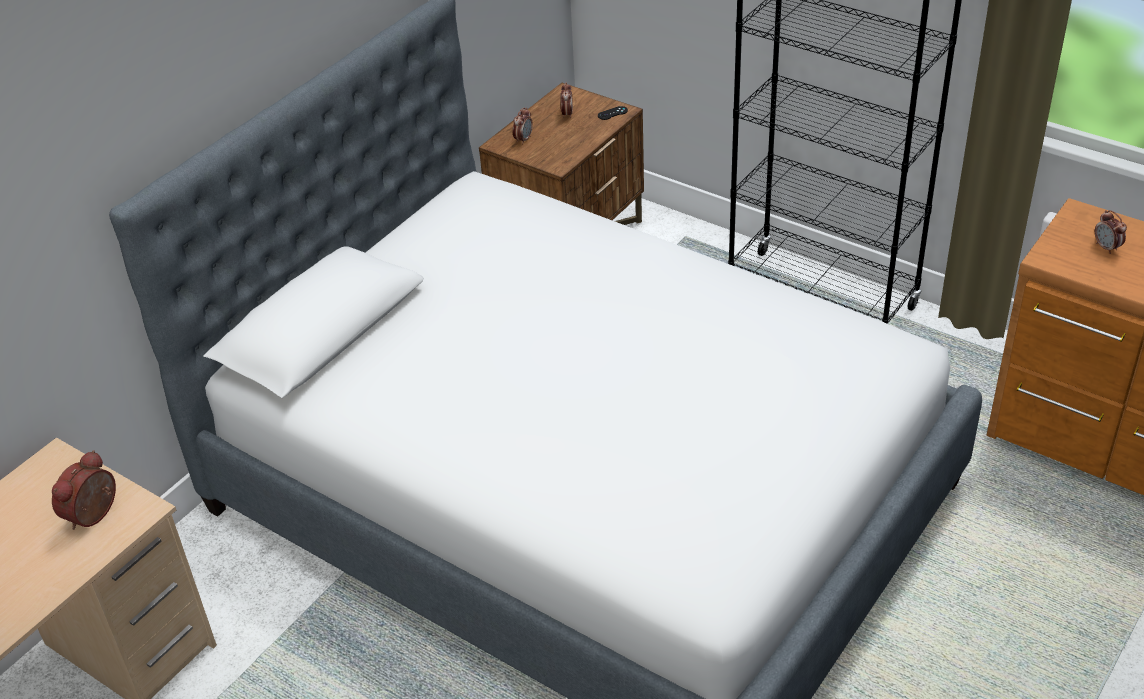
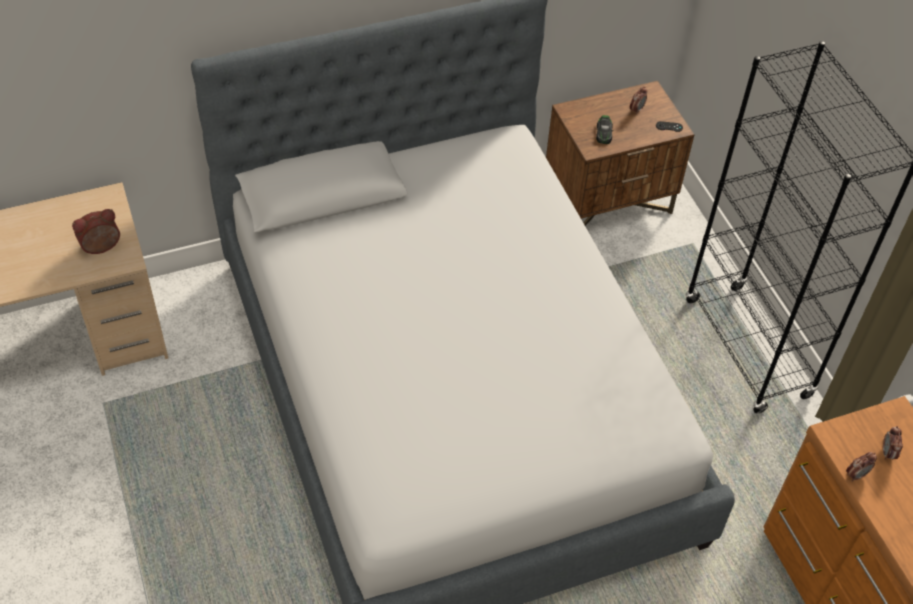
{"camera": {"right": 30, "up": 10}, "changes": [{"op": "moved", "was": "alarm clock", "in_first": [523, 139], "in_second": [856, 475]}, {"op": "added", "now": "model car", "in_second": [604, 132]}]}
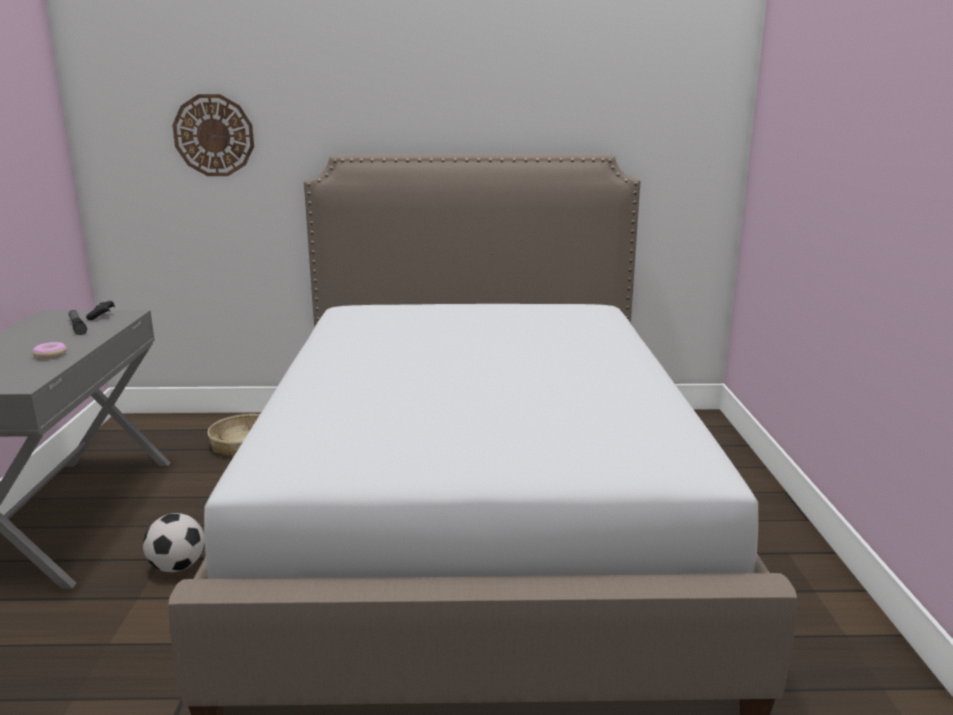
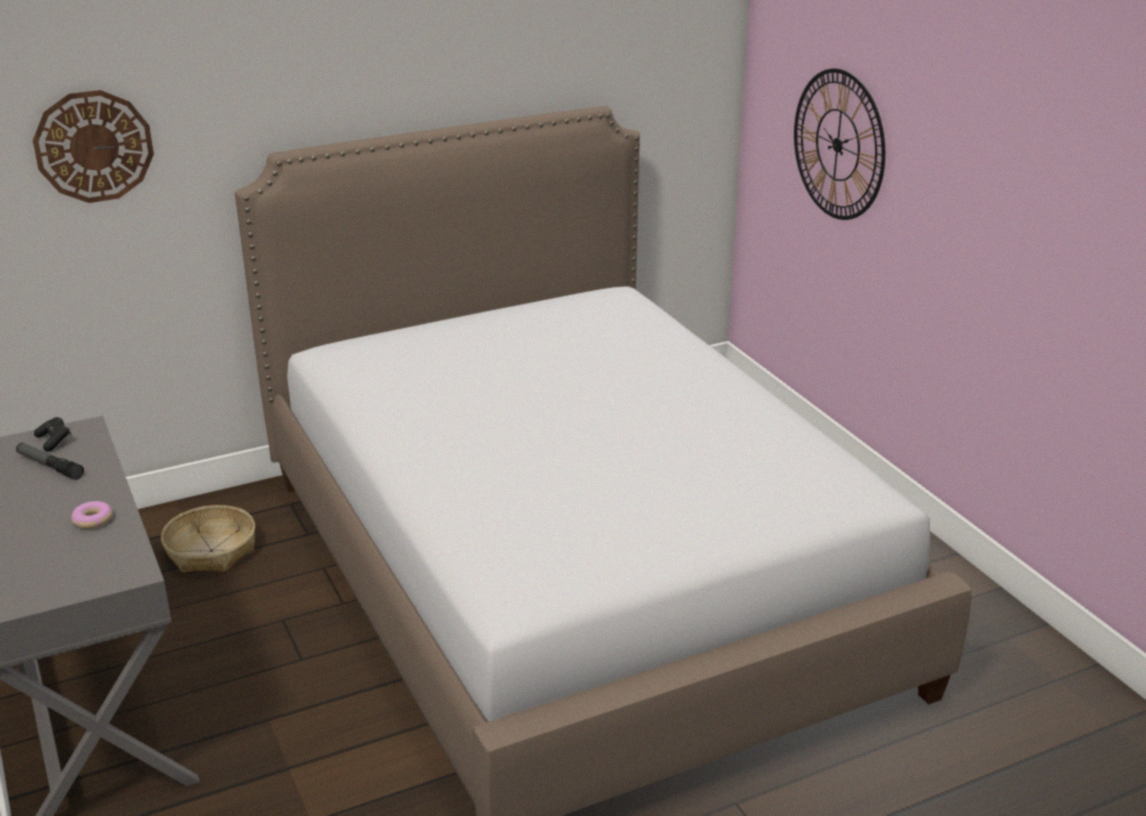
{"camera": {"right": -25, "up": 10}, "changes": [{"op": "removed", "was": "ball for football", "in_first": [177, 567]}, {"op": "added", "now": "hanging clock", "in_second": [838, 145]}]}
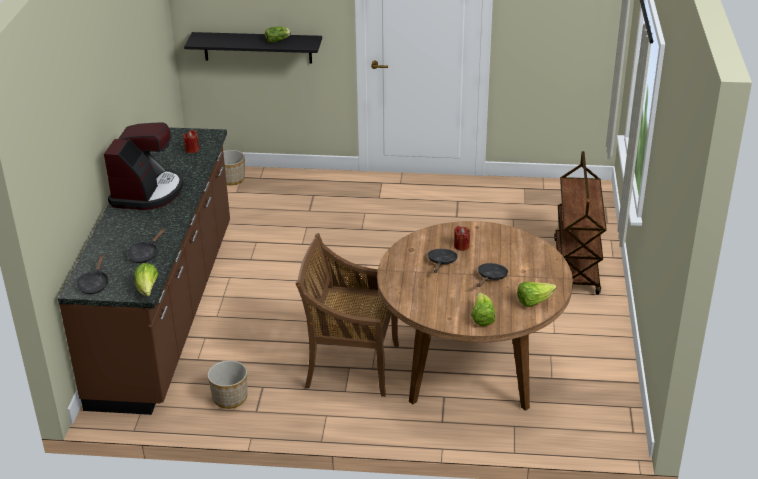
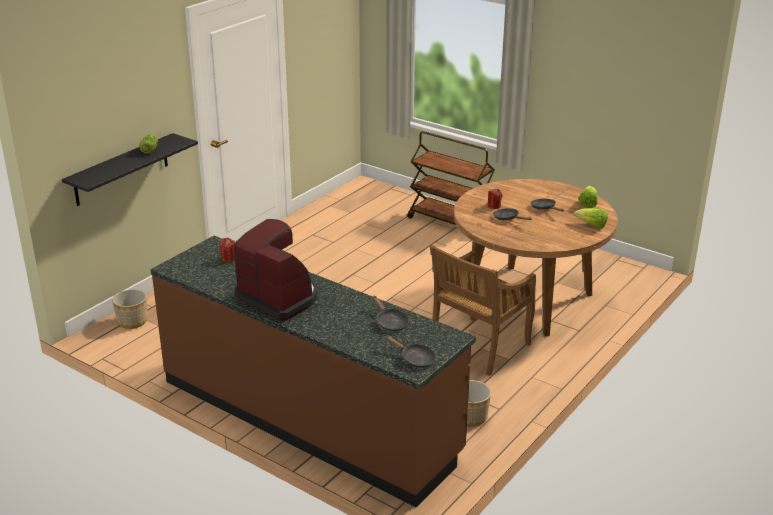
{"camera": {"right": -60, "up": -5}, "changes": [{"op": "removed", "was": "lettuce head", "in_first": [147, 290]}]}
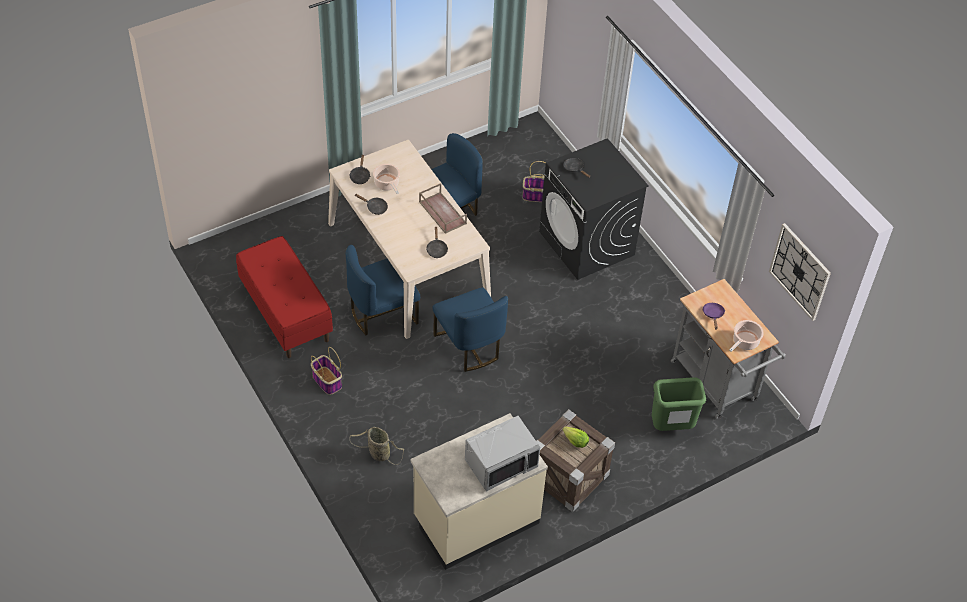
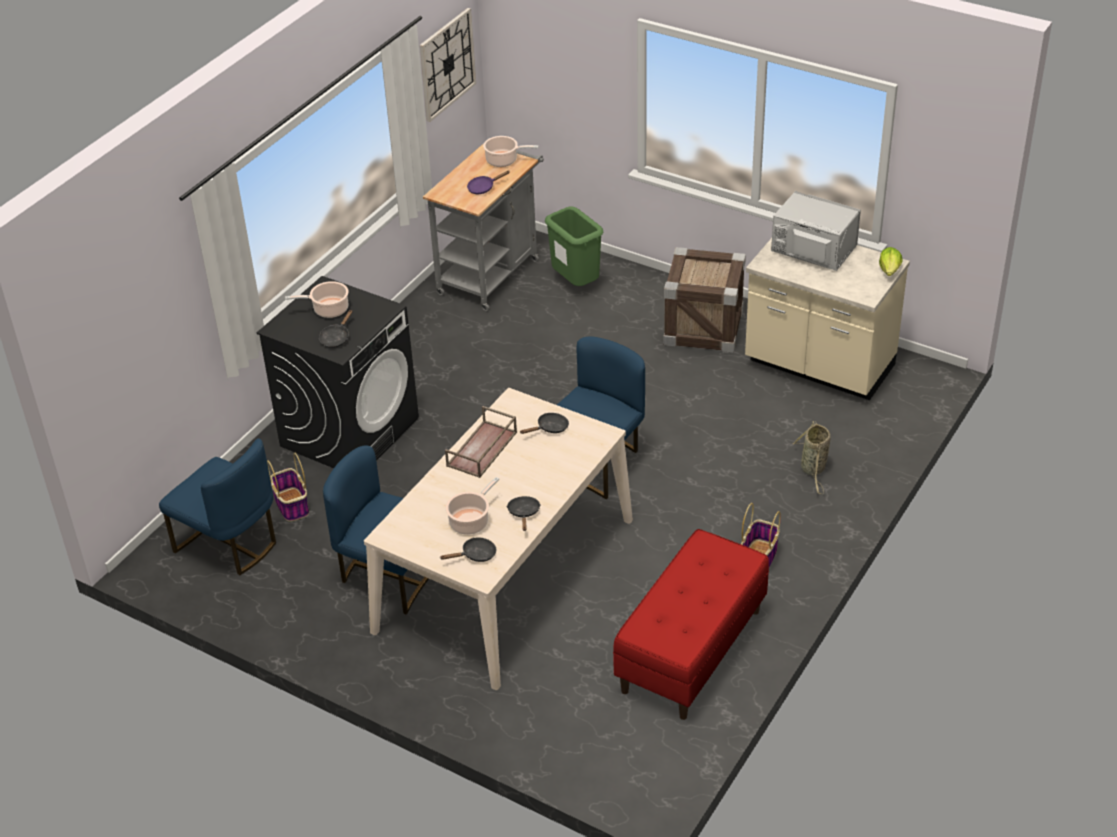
{"camera": {"right": -115, "up": -10}, "changes": [{"op": "moved", "was": "chair in bluish", "in_first": [382, 313], "in_second": [229, 544]}, {"op": "moved", "was": "lettuce head", "in_first": [575, 441], "in_second": [889, 270]}, {"op": "added", "now": "stockpot", "in_second": [328, 309]}]}
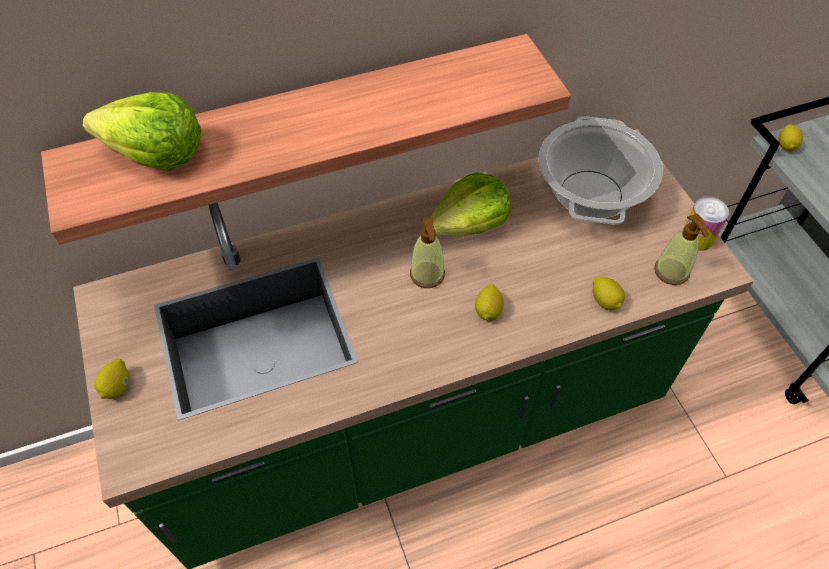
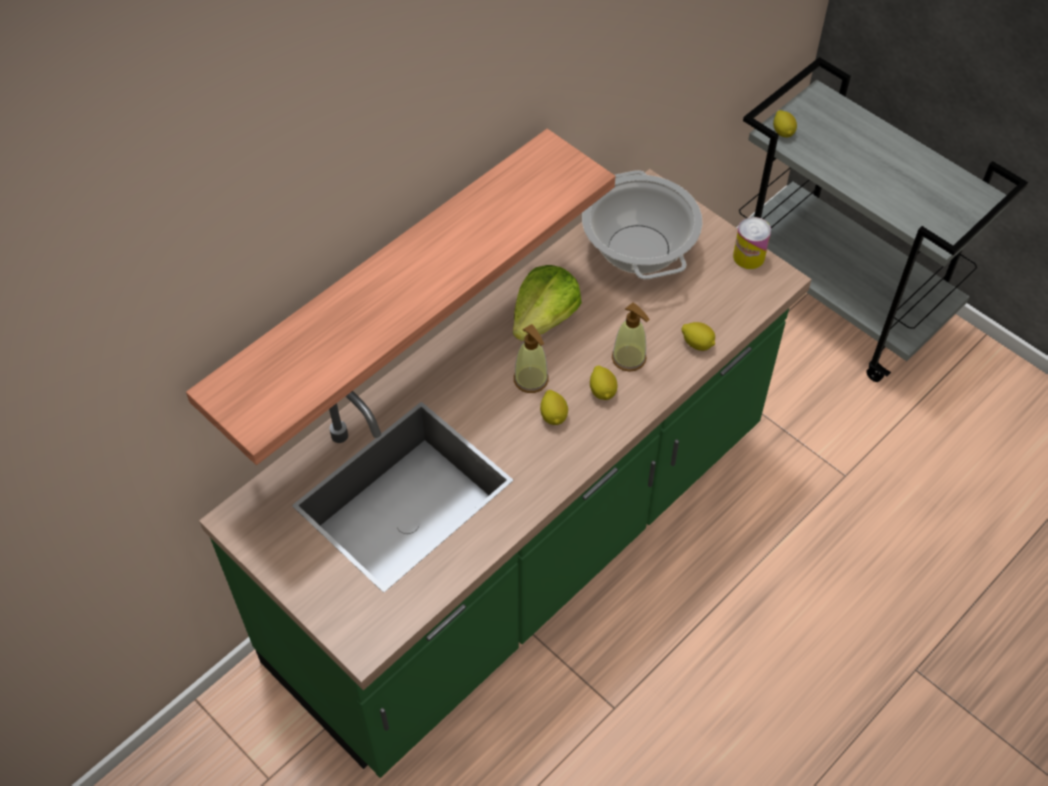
{"camera": {"right": -25, "up": 0}, "changes": [{"op": "removed", "was": "lettuce head", "in_first": [156, 155]}, {"op": "moved", "was": "soap dispenser", "in_first": [671, 272], "in_second": [629, 358]}, {"op": "moved", "was": "citrus fruit", "in_first": [117, 387], "in_second": [553, 416]}]}
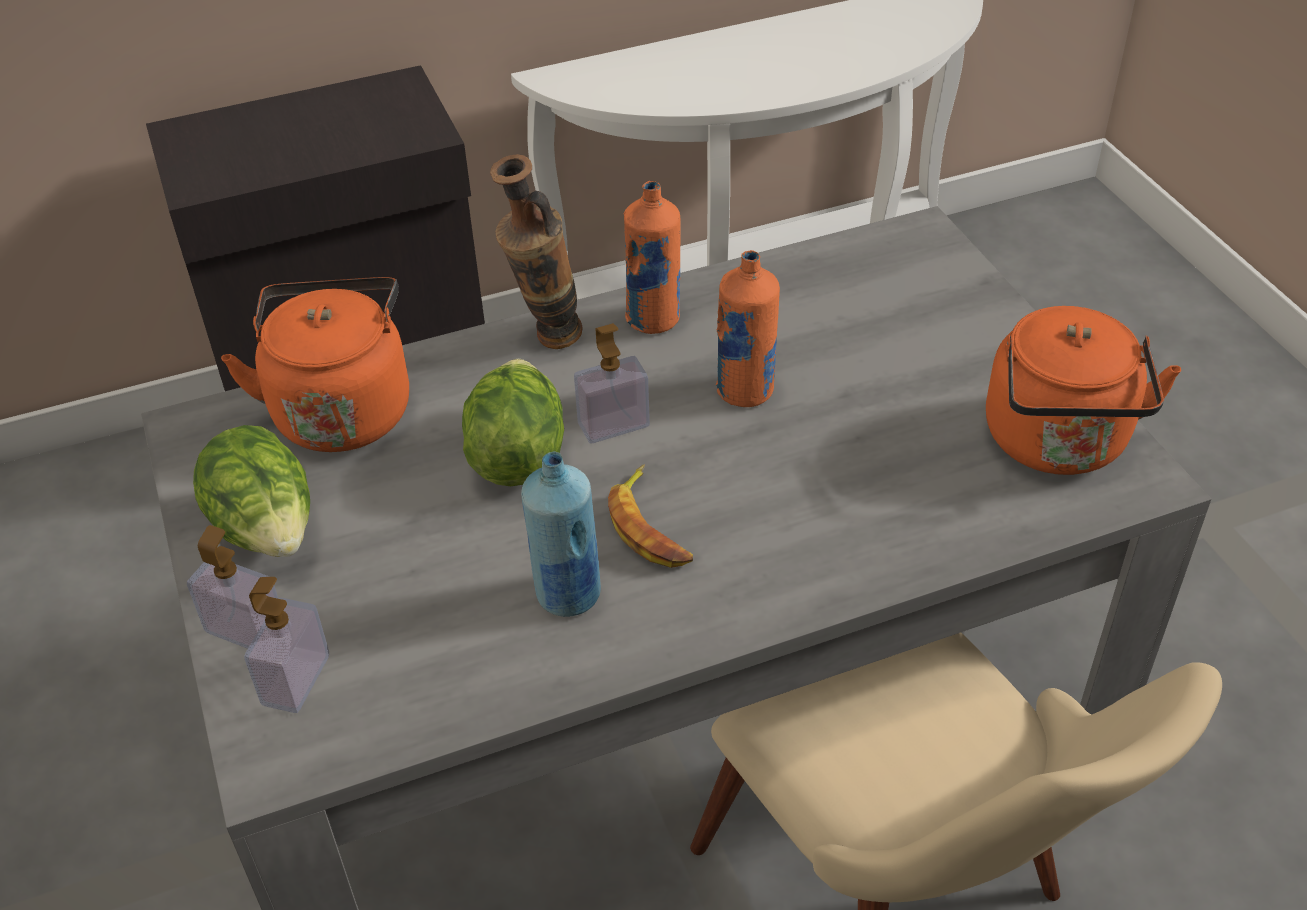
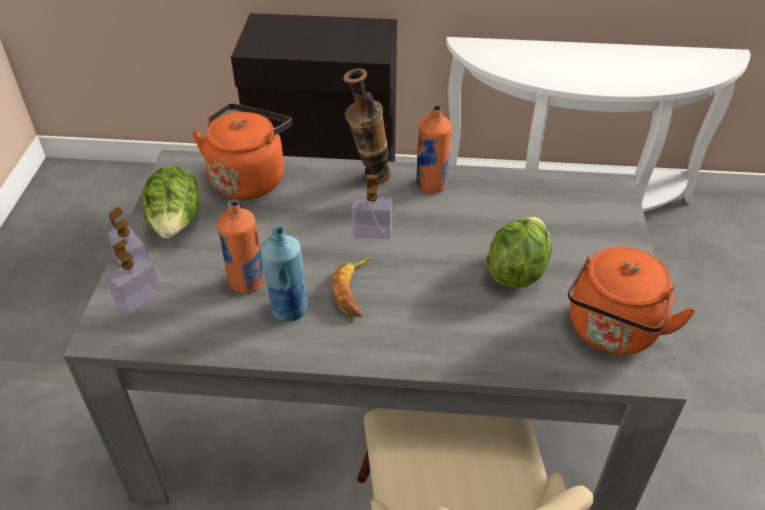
{"camera": {"right": 25, "up": 0}, "changes": [{"op": "moved", "was": "beverage bottle in orange-coloured", "in_first": [745, 392], "in_second": [246, 282]}, {"op": "moved", "was": "lettuce head", "in_first": [517, 454], "in_second": [517, 270]}]}
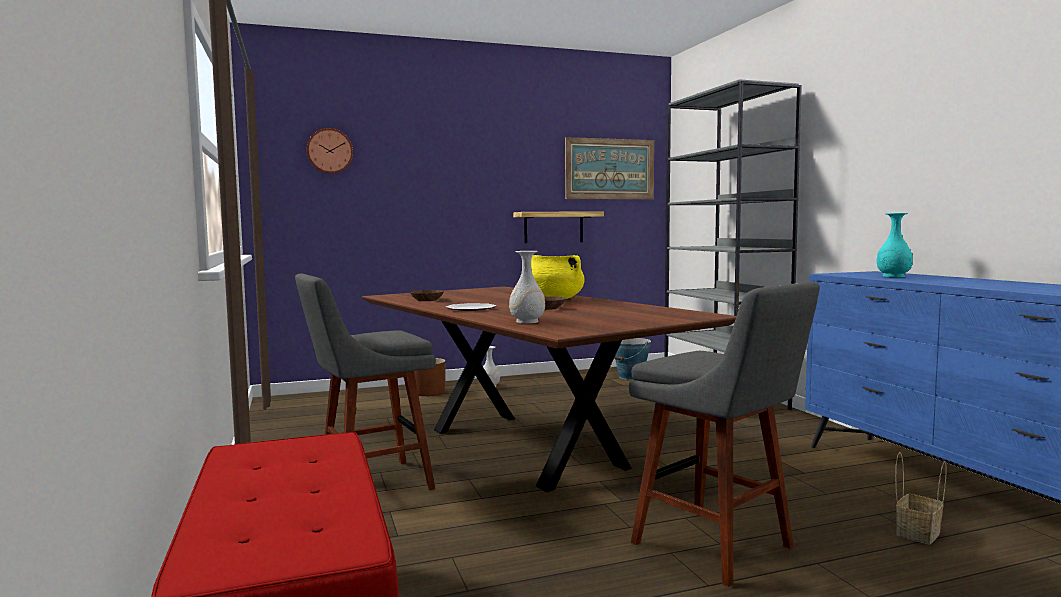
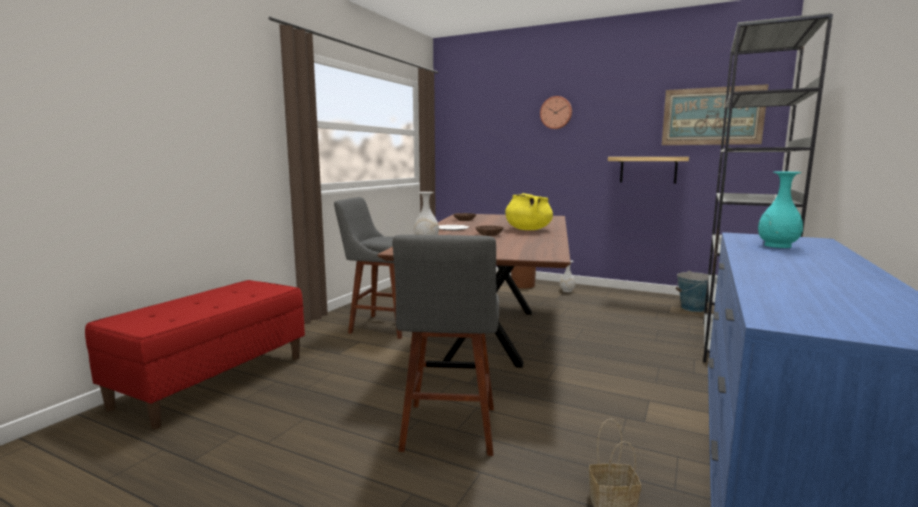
{"camera": {"right": 45, "up": 5}, "changes": [{"op": "moved", "was": "hanging clock", "in_first": [329, 151], "in_second": [556, 112]}]}
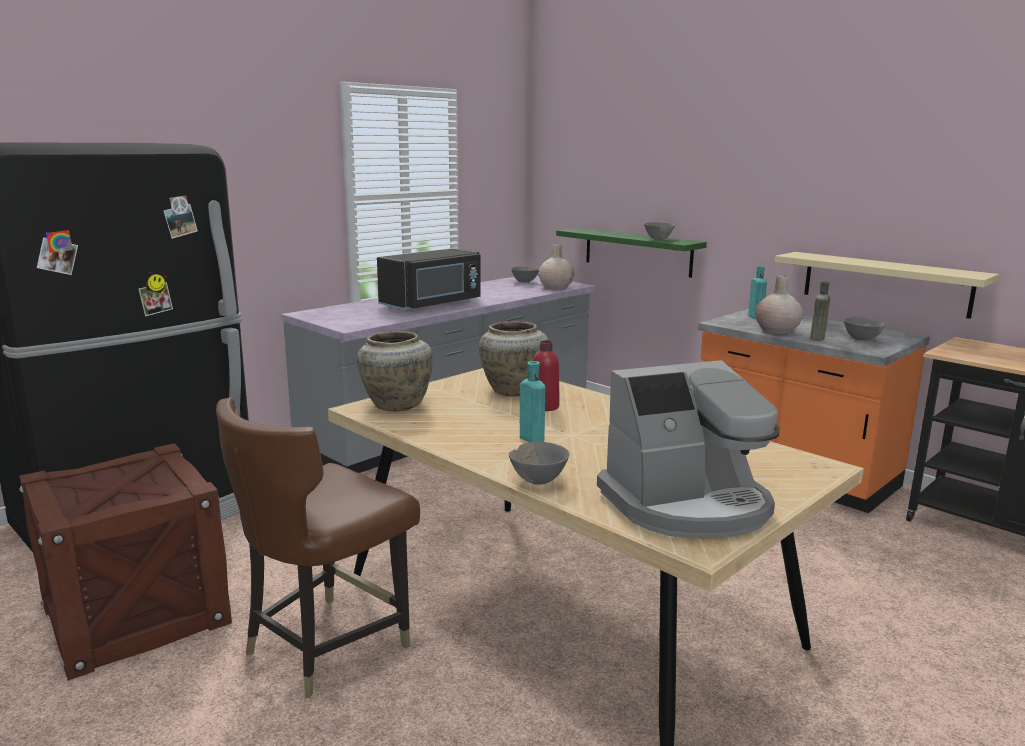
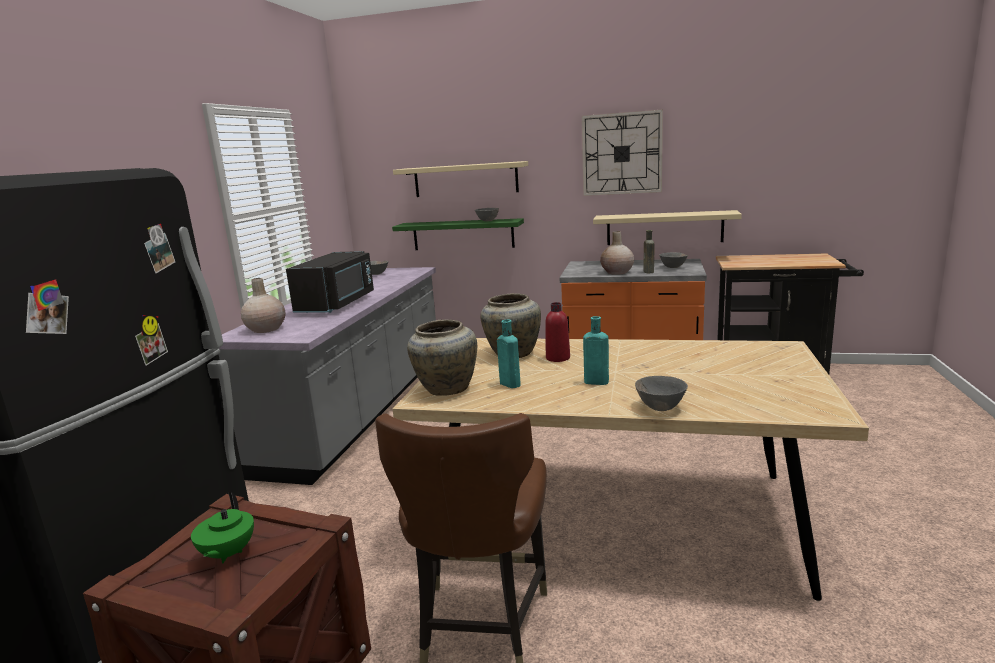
{"camera": {"right": -30, "up": 0}, "changes": [{"op": "moved", "was": "flower vase in beige-coloured", "in_first": [555, 287], "in_second": [265, 329]}, {"op": "moved", "was": "beverage bottle in blue-green", "in_first": [755, 317], "in_second": [509, 384]}, {"op": "removed", "was": "coffee maker", "in_first": [687, 505]}, {"op": "added", "now": "hanging clock", "in_second": [622, 154]}, {"op": "added", "now": "wall shelf in beige-coloured", "in_second": [465, 179]}, {"op": "added", "now": "tea pot in green", "in_second": [227, 554]}]}
